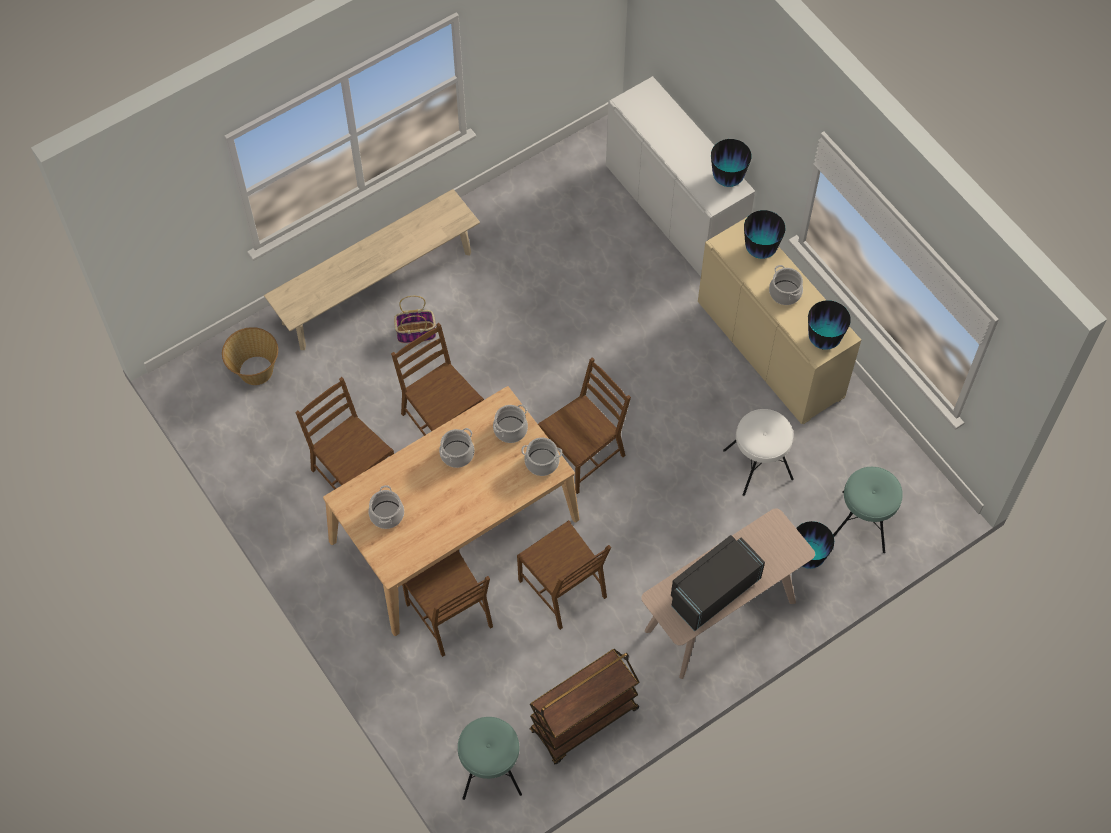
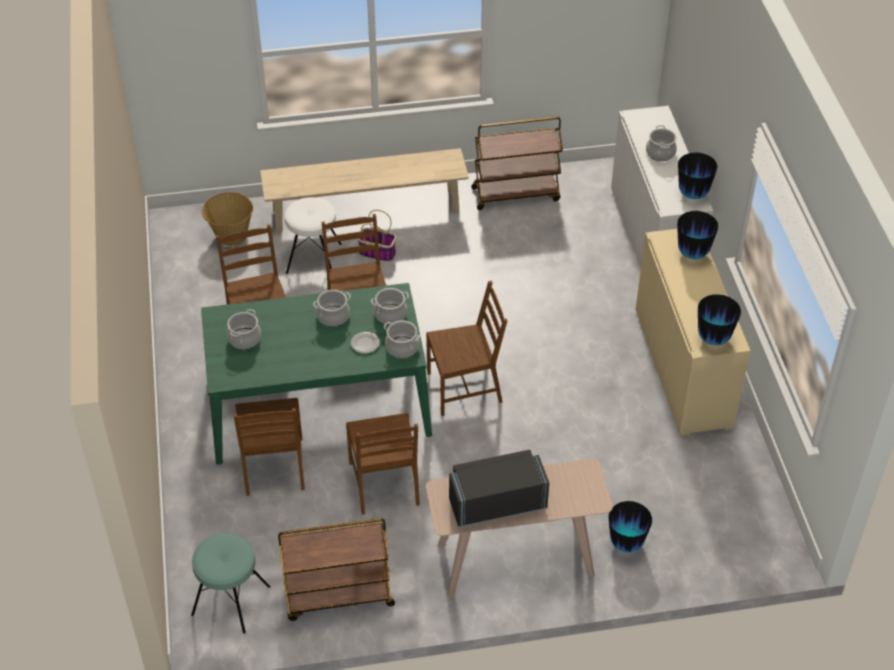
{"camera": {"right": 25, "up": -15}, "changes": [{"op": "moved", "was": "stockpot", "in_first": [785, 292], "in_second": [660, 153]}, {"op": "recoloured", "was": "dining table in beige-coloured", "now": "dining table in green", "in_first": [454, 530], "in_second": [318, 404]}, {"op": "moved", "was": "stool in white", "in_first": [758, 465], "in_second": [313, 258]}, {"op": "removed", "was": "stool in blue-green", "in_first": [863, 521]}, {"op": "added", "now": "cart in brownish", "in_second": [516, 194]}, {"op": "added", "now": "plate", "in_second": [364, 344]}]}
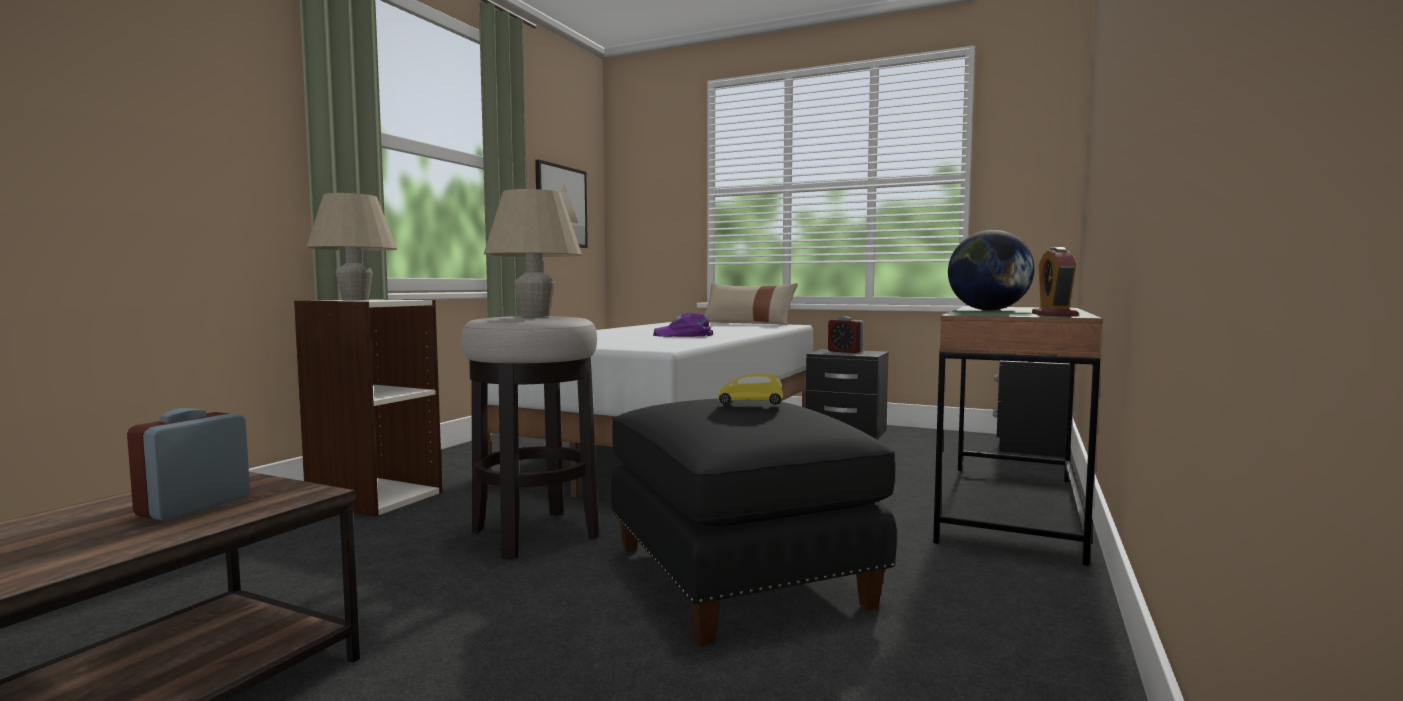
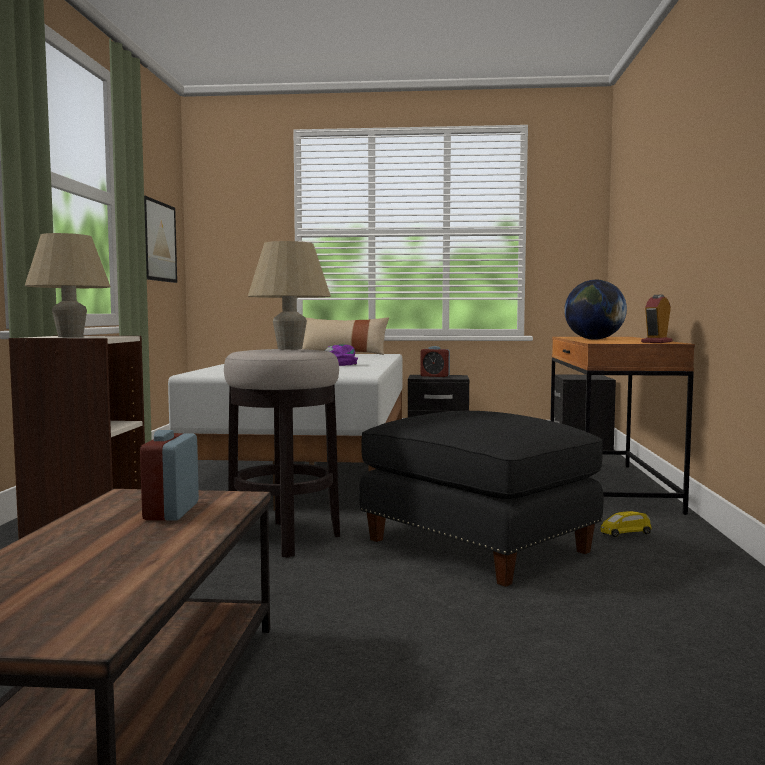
{"camera": {"right": -20, "up": 0}, "changes": [{"op": "turned", "was": "alarm clock", "in_first": [1054, 315], "in_second": [657, 342], "clockwise": 45}, {"op": "recoloured", "was": "desk unit in green", "now": "desk unit in brownish", "in_first": [1009, 508], "in_second": [608, 487]}, {"op": "moved", "was": "model car in yellow-coloured", "in_first": [751, 406], "in_second": [625, 535]}]}
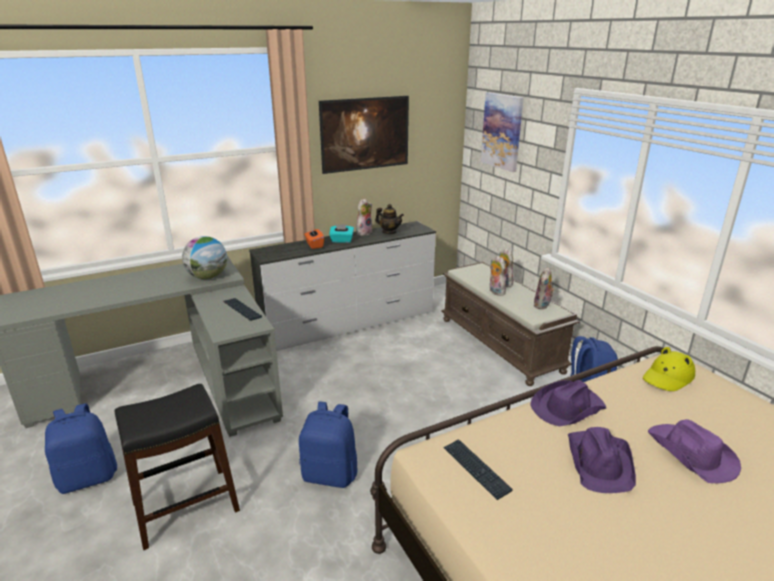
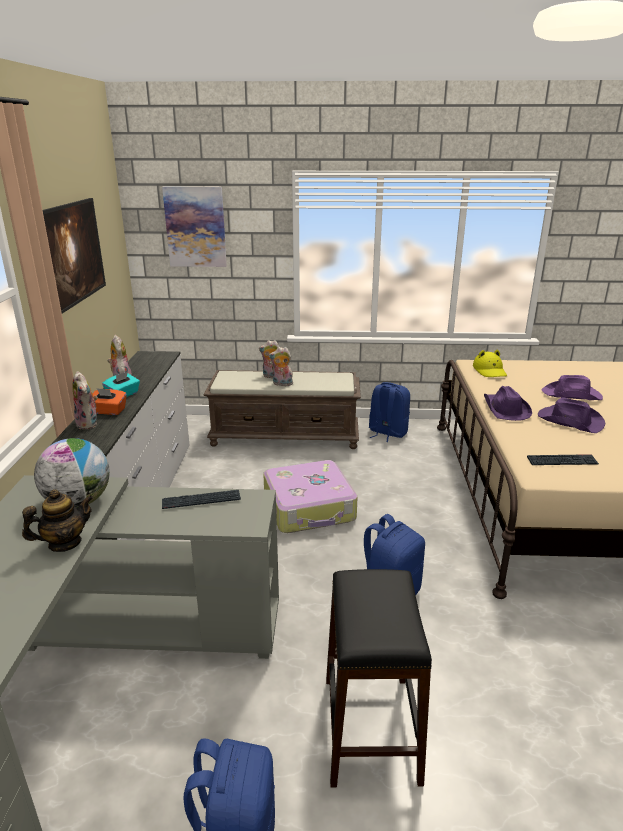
{"camera": {"right": -60, "up": 0}, "changes": [{"op": "moved", "was": "tea pot", "in_first": [389, 232], "in_second": [64, 543]}, {"op": "moved", "was": "cuddly toy", "in_first": [542, 306], "in_second": [89, 424]}, {"op": "added", "now": "travel case", "in_second": [310, 508]}]}
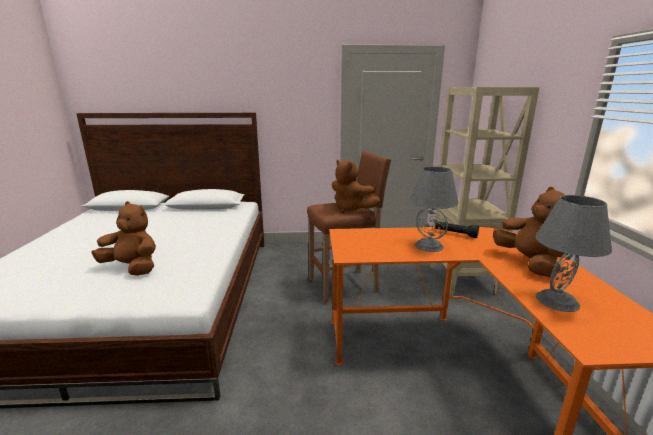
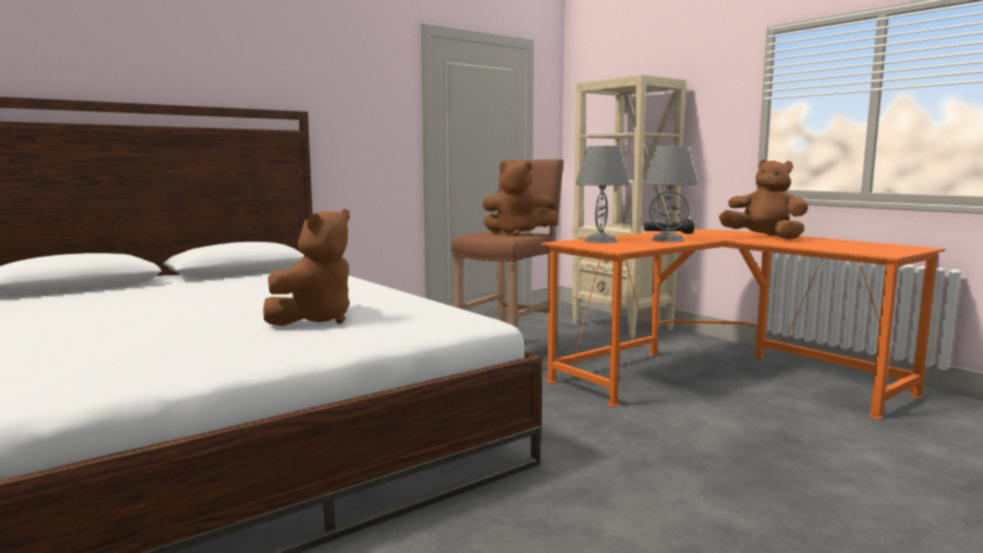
{"camera": {"right": -35, "up": -10}, "changes": [{"op": "moved", "was": "tabletop lamp in grey", "in_first": [557, 300], "in_second": [600, 241]}, {"op": "turned", "was": "cuddly toy in brownish", "in_first": [132, 268], "in_second": [315, 320], "clockwise": 135}]}
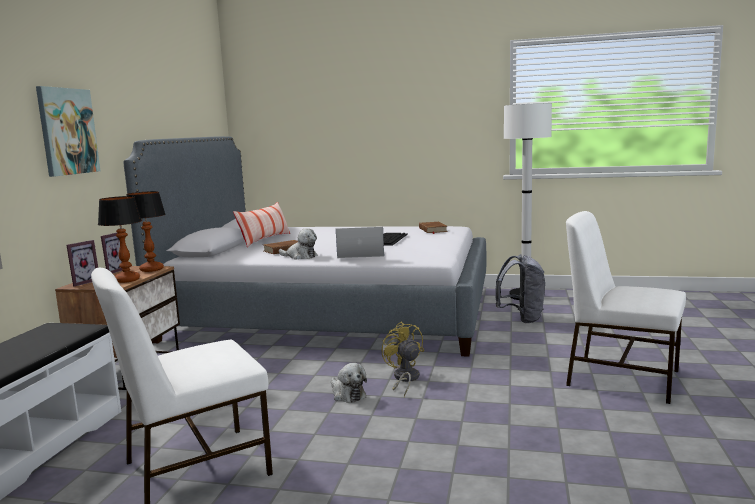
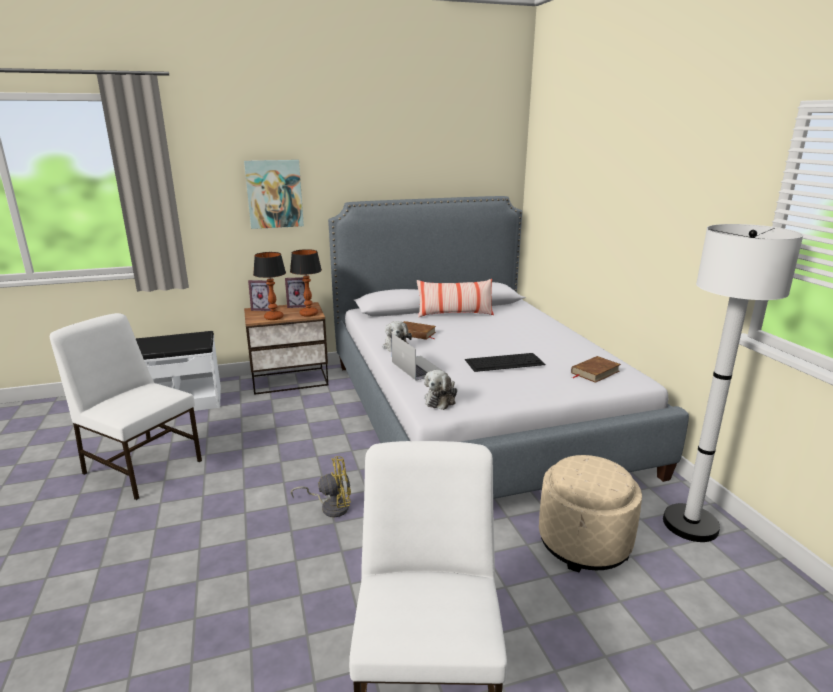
{"camera": {"right": 60, "up": 10}, "changes": [{"op": "replaced", "was": "backpack in grey", "now": "ottoman in beige-coloured", "in_first": [521, 319], "in_second": [584, 543]}, {"op": "turned", "was": "fan in yellow-coloured", "in_first": [404, 379], "in_second": [331, 506], "clockwise": 45}, {"op": "moved", "was": "cuddly toy", "in_first": [347, 394], "in_second": [441, 400]}]}
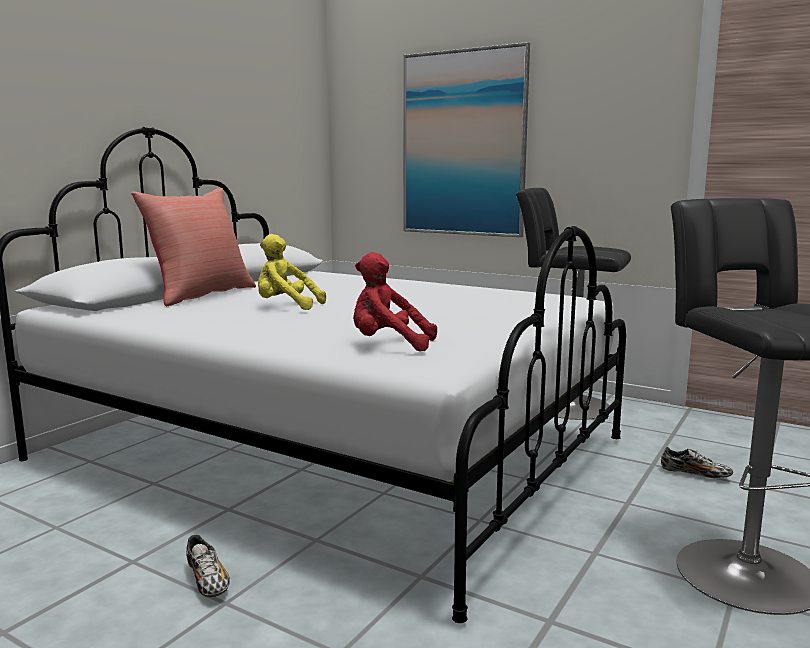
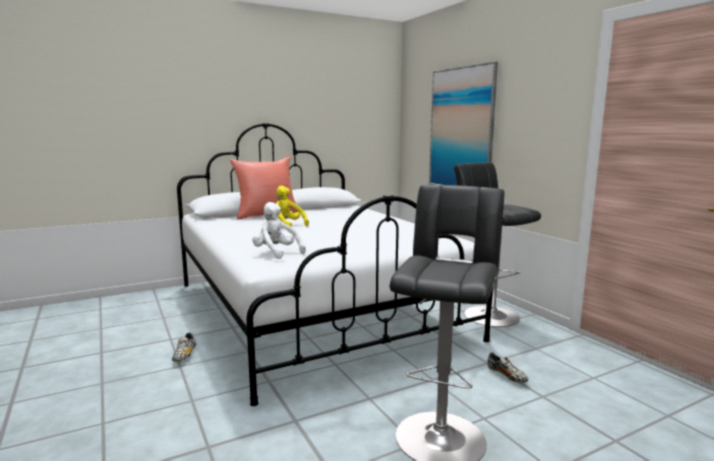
{"camera": {"right": 30, "up": 0}, "changes": [{"op": "recoloured", "was": "cuddly toy in red", "now": "cuddly toy in white", "in_first": [388, 345], "in_second": [276, 253]}]}
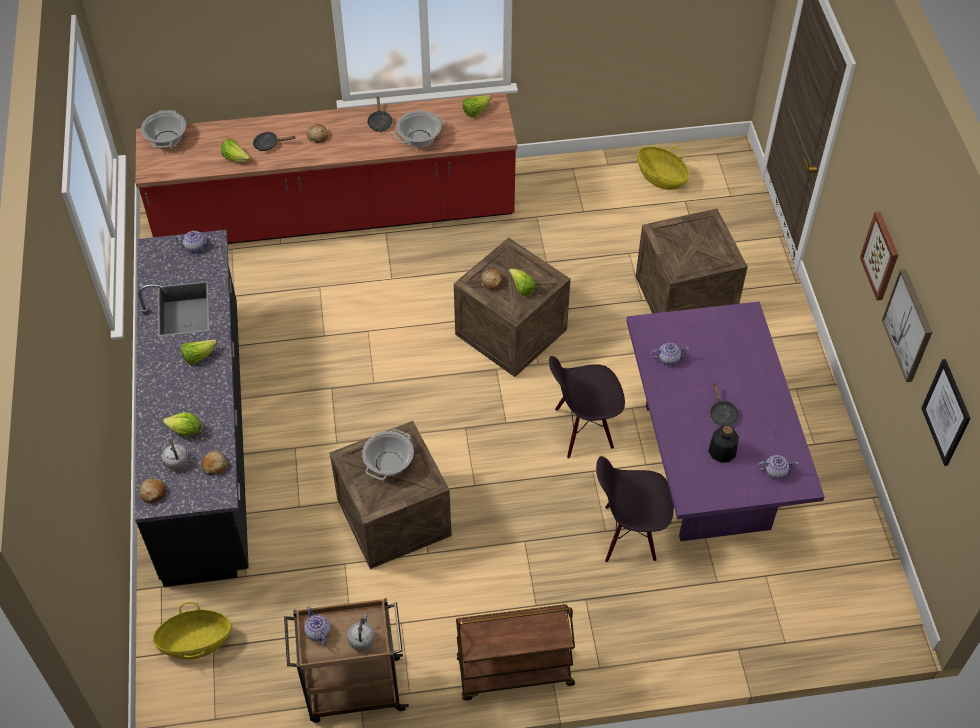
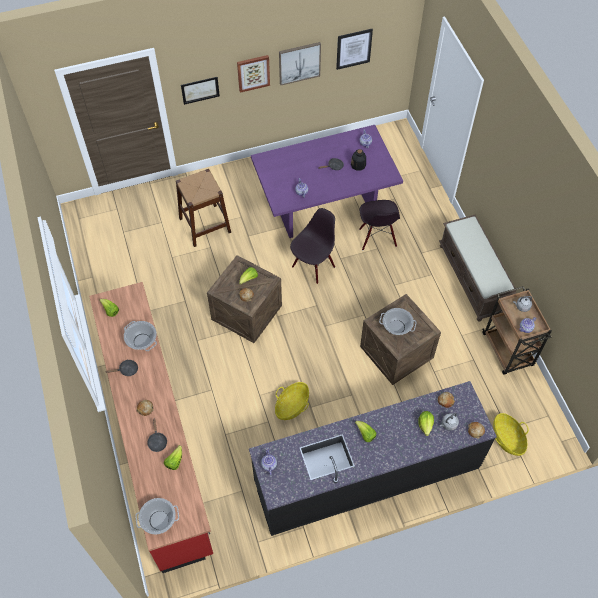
{"camera": {"right": -100, "up": 5}, "changes": [{"op": "moved", "was": "storage basket", "in_first": [661, 177], "in_second": [292, 406]}, {"op": "replaced", "was": "crate", "now": "stool in brownish", "in_first": [686, 297], "in_second": [205, 225]}, {"op": "turned", "was": "chair in black-coloured", "in_first": [583, 430], "in_second": [313, 266], "clockwise": -120}, {"op": "replaced", "was": "cart in brownish", "now": "long seat in brownish", "in_first": [514, 673], "in_second": [473, 279]}, {"op": "added", "now": "wall art", "in_second": [200, 90]}]}
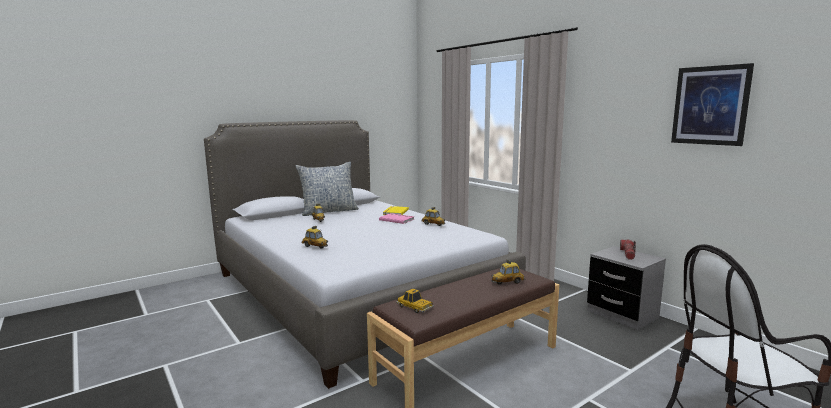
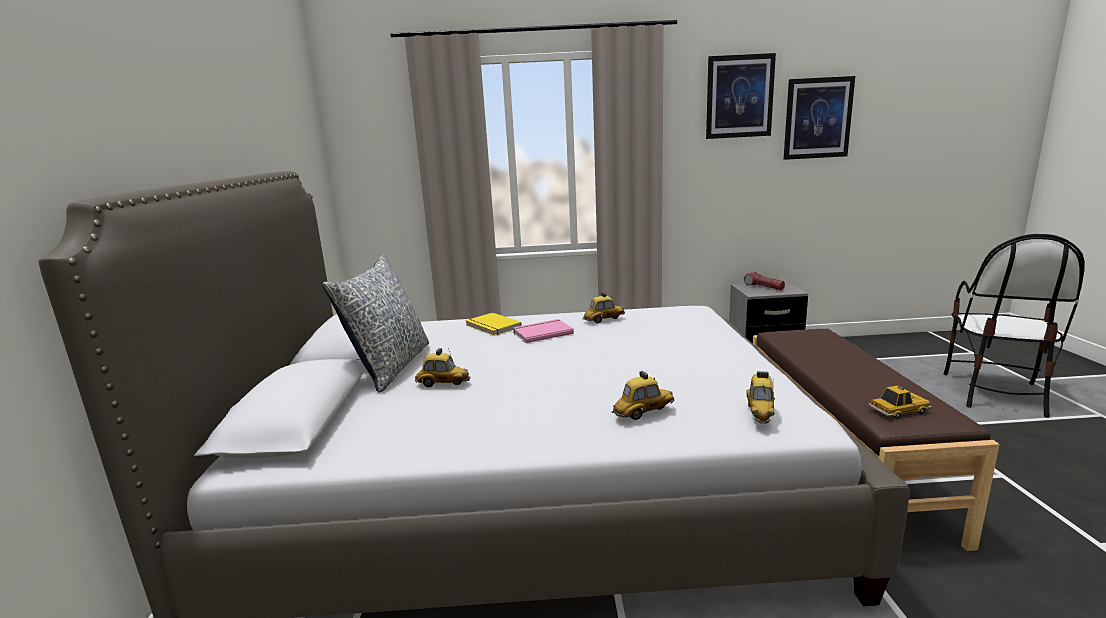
{"camera": {"right": -55, "up": 5}, "changes": [{"op": "moved", "was": "model car", "in_first": [507, 282], "in_second": [760, 413]}, {"op": "added", "now": "wall art", "in_second": [739, 97]}]}
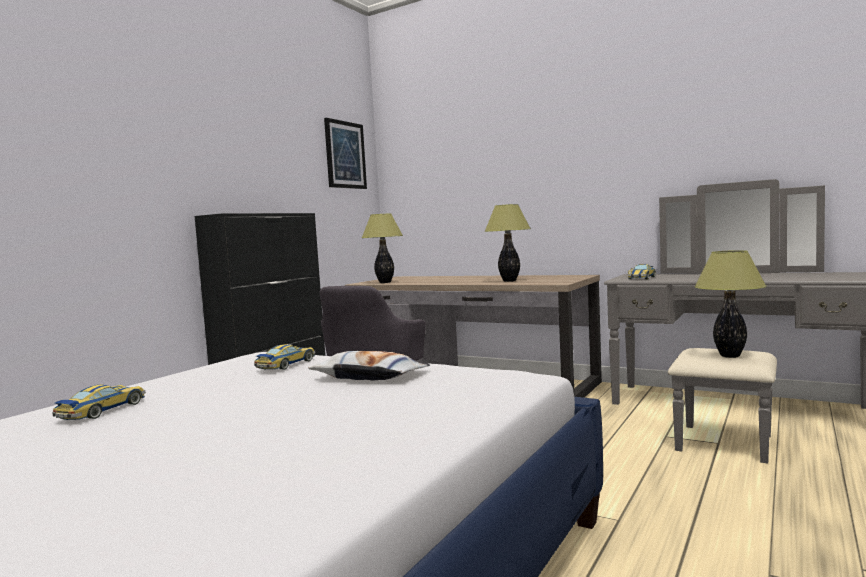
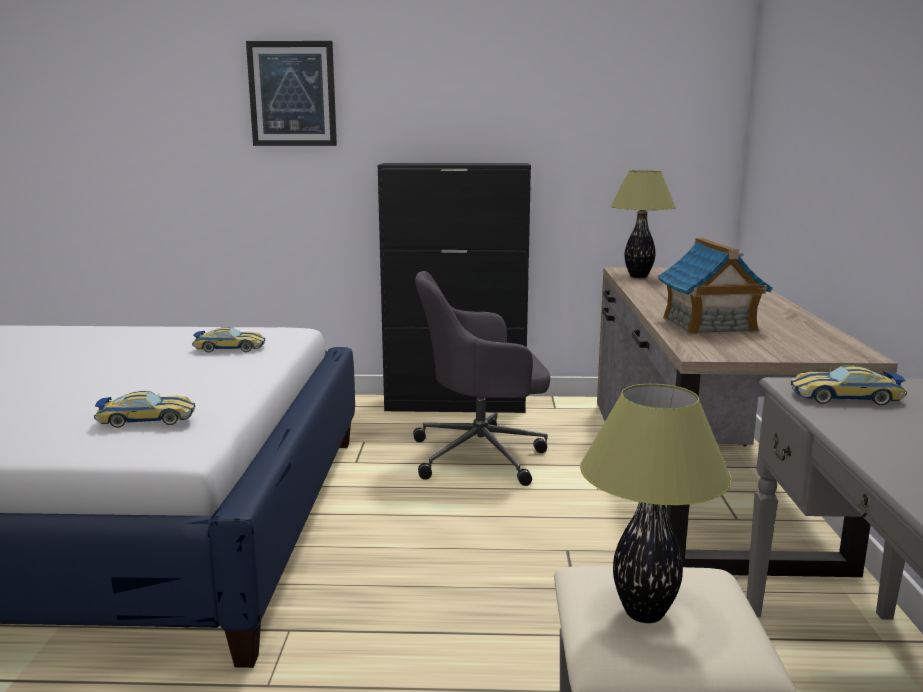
{"camera": {"right": 60, "up": 10}, "changes": [{"op": "moved", "was": "wall art", "in_first": [345, 155], "in_second": [292, 94]}, {"op": "replaced", "was": "tabletop lamp", "now": "model house", "in_first": [509, 281], "in_second": [709, 325]}, {"op": "removed", "was": "pillow", "in_first": [370, 376]}, {"op": "moved", "was": "model car", "in_first": [102, 410], "in_second": [146, 419]}]}
